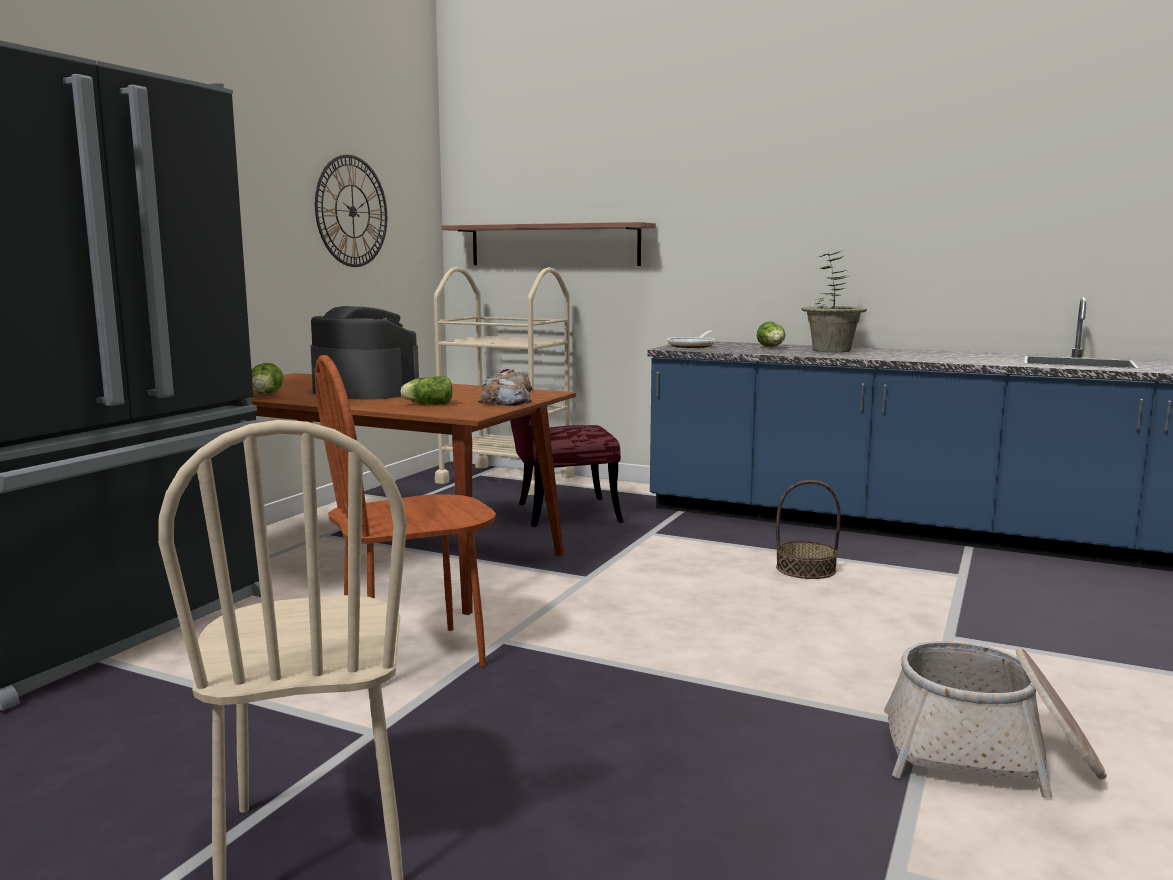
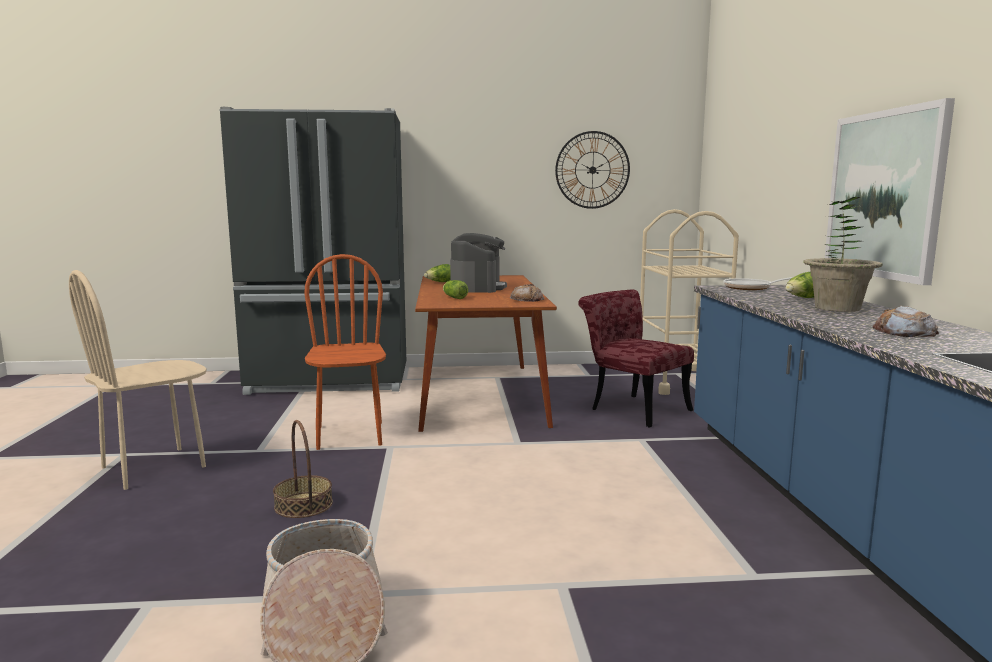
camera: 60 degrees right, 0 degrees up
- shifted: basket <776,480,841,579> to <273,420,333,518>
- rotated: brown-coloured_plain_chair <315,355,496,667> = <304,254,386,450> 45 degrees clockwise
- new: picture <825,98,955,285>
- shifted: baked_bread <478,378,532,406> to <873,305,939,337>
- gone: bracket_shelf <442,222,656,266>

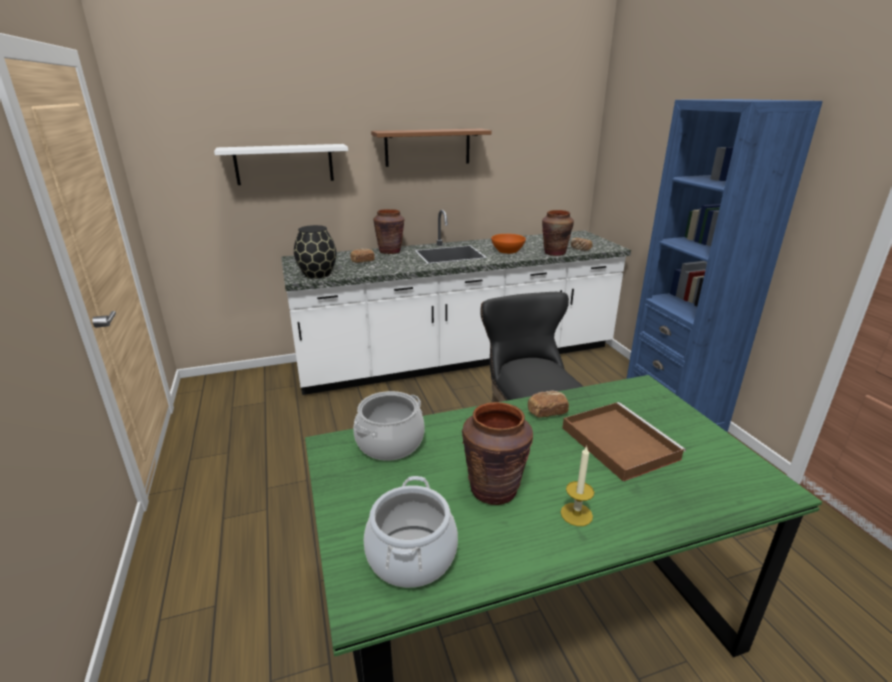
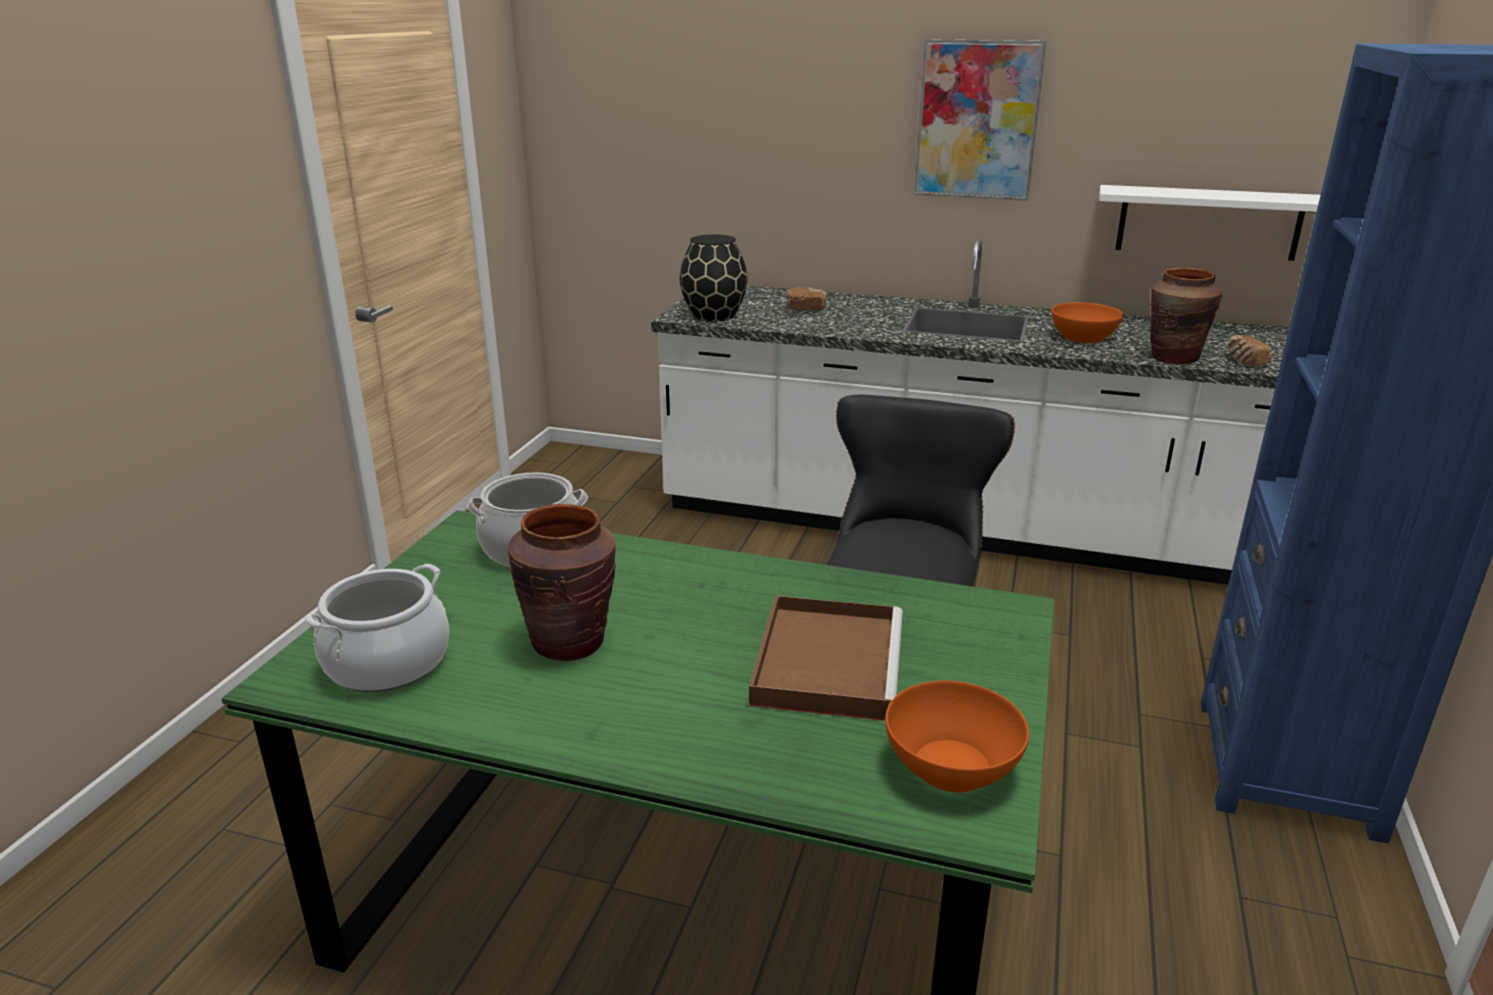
camera: 35 degrees right, 0 degrees up
- new: orange_deep_dish <885,681,1029,793>
- swapped: brown-coloured_bracket_shelf <371,129,492,167> to picture <914,39,1046,201>
- shifted: white-coloured_bracket_shelf <214,144,348,185> to <1099,185,1320,261>
- gone: brown-coloured_flower_vase <373,209,404,254>
- gone: baked_bread <528,391,569,418>
- gone: candle <561,446,594,526>

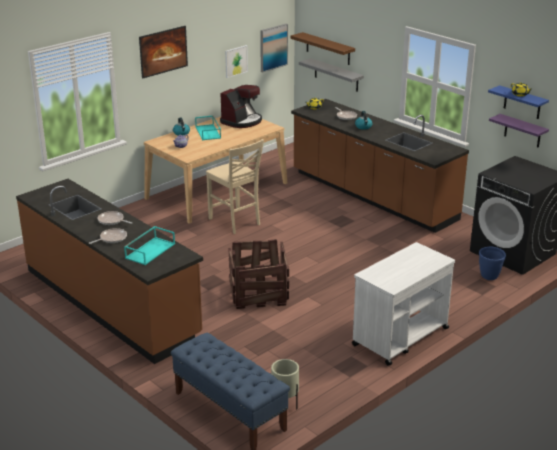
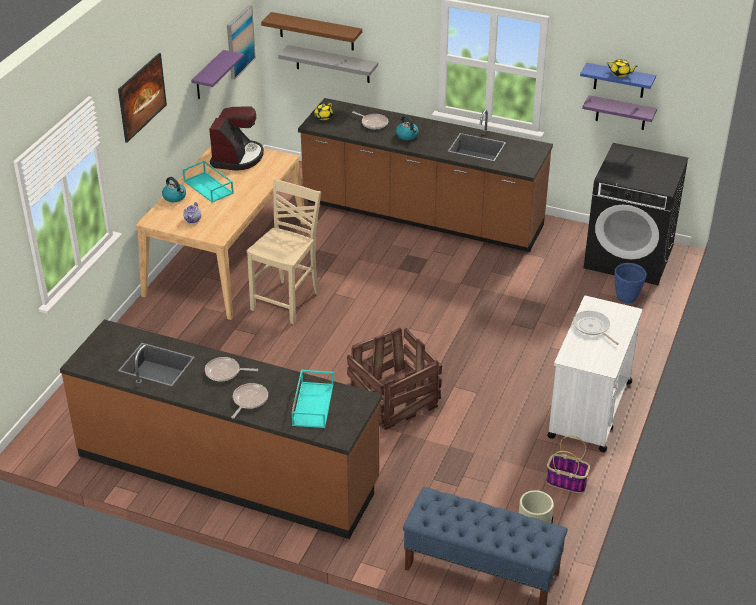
camera: 25 degrees left, 10 degrees up
- swapped: picture <225,45,248,78> to purple_bracket_shelf <191,50,244,99>
- rotated: beige_plain_chair <206,139,264,234> = <247,178,321,324> 90 degrees counterclockwise
- new: basket <546,435,590,493>
- new: skillet <573,311,619,345>

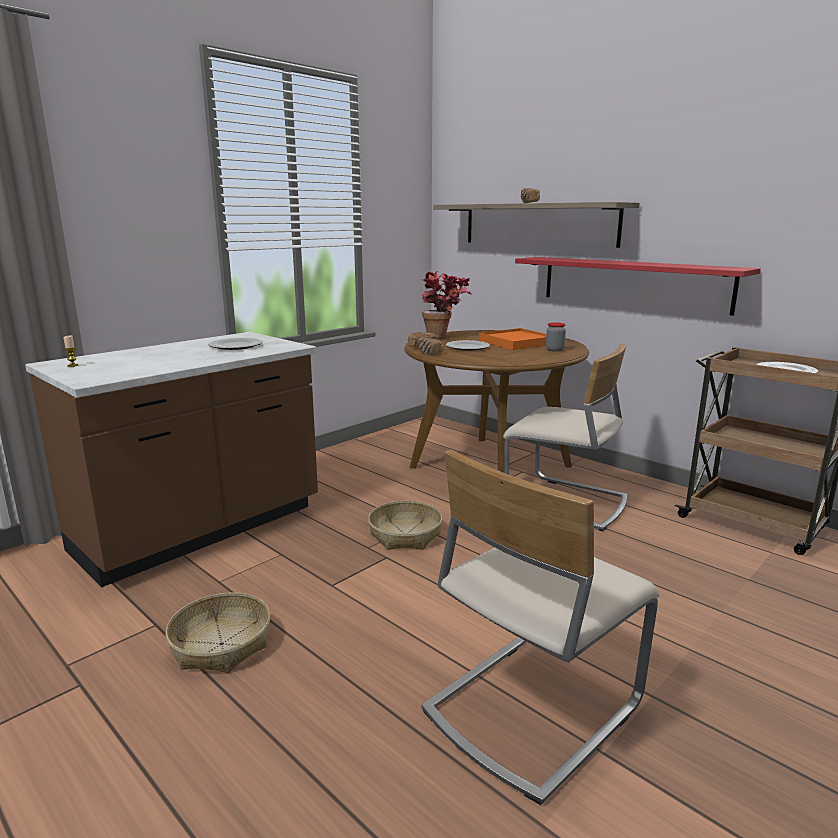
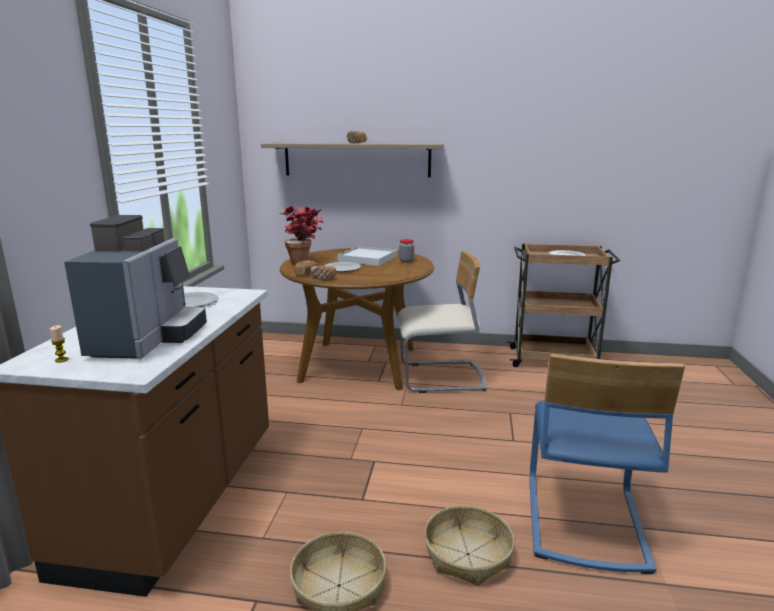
camera: 35 degrees left, 0 degrees up
- new: coffee_maker <64,215,207,359>
- repainted: orange_carrying_tray <479,328,546,350> to white-coloured_carrying_tray <337,246,397,266>
- shifted: basket <368,501,443,550> to <424,506,515,586>
- repainted: beige_plain_chair <421,450,659,805> to blue-coloured_plain_chair <529,353,685,574>
- gone: red_bracket_shelf <515,257,761,316>

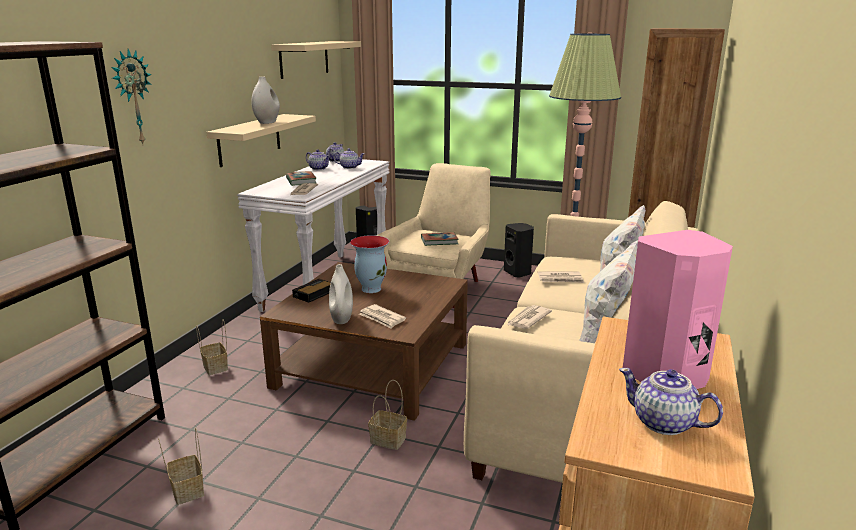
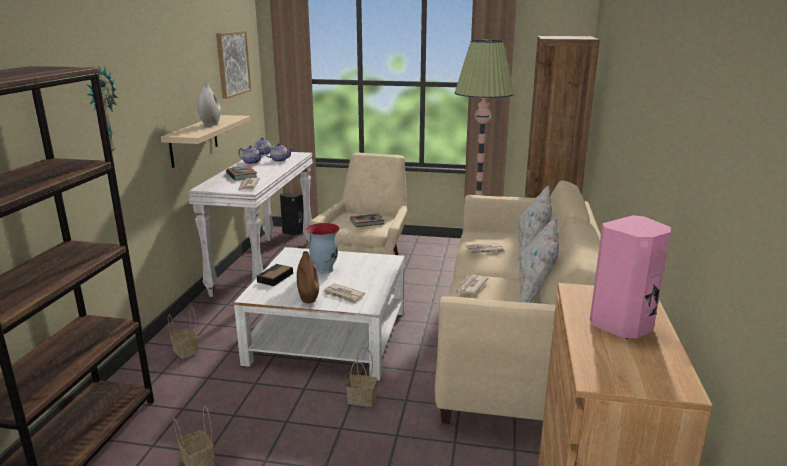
camera: 10 degrees left, 0 degrees up
- swapped: beige_bracket_shelf <271,41,361,79> to picture <216,31,251,99>
- repainted: brown-coloured_low_table <260,262,468,421> to white-coloured_low_table <234,247,404,381>
- repainted: white-coloured_flower_vase <329,264,353,324> to brown-coloured_flower_vase <297,251,319,303>
- gone: black_audio_speaker <504,223,534,278>
- gone: pot_for_tea <619,368,723,435>

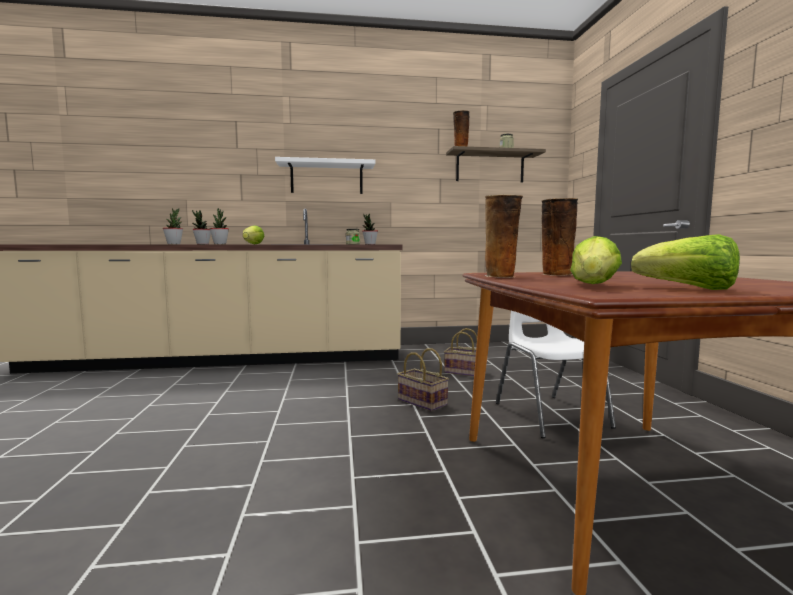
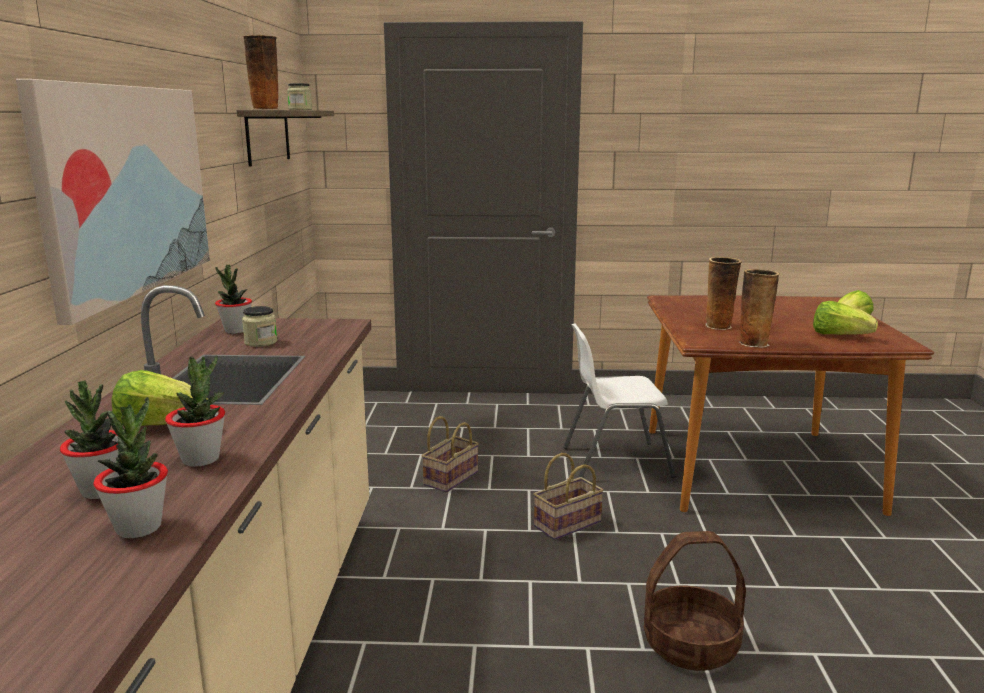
camera: 80 degrees left, 10 degrees up
- swapped: white-coloured_bracket_shelf <275,157,375,194> to picture <16,79,210,325>
- new: basket <644,531,746,671>

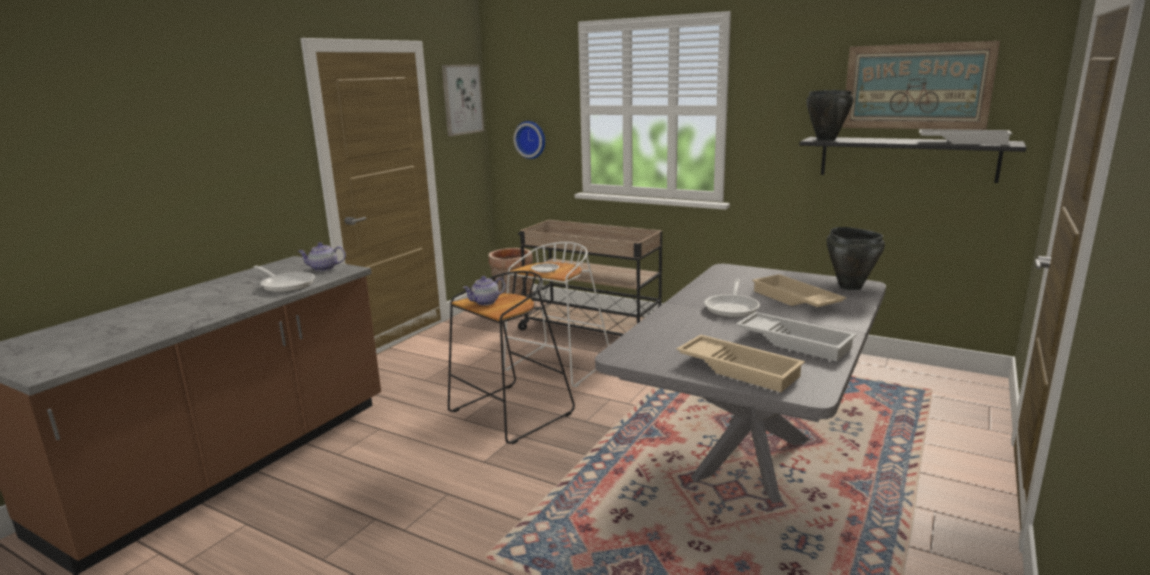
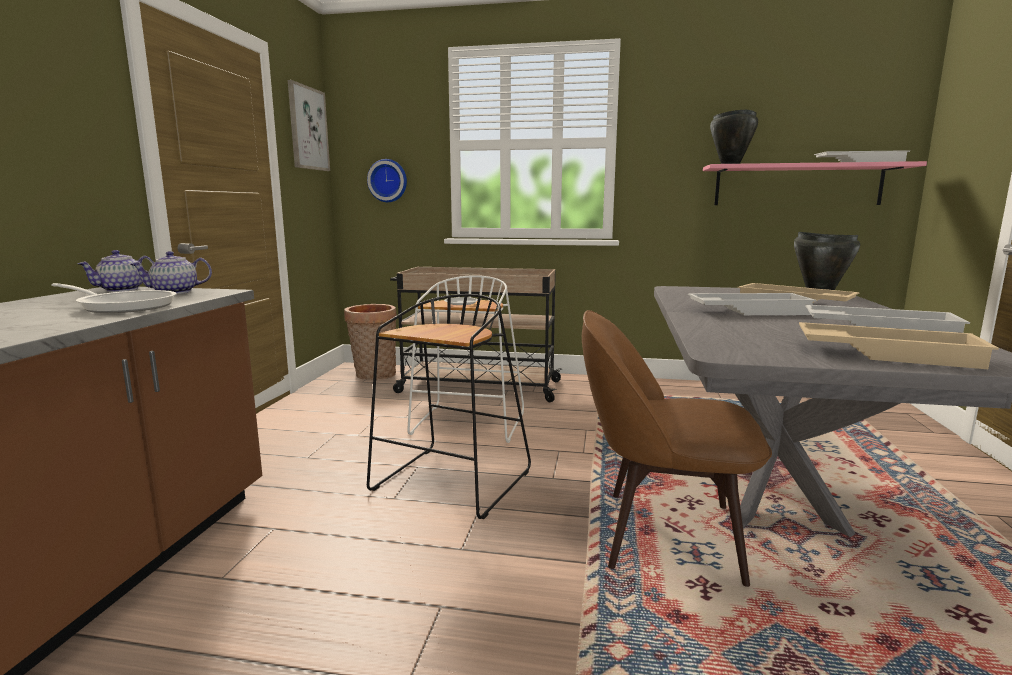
camera: 20 degrees left, 5 degrees down
- shifted: pot_for_tea <463,276,506,305> to <77,250,154,292>
- new: brown-coloured_plain_chair <582,310,772,587>
- swapped: skillet <704,279,760,317> to white-coloured_carrying_tray <688,293,817,315>
- repainted: black_bracket_shelf <799,137,1027,183> to pink_bracket_shelf <703,161,927,205>
- gone: picture <842,41,1000,130>

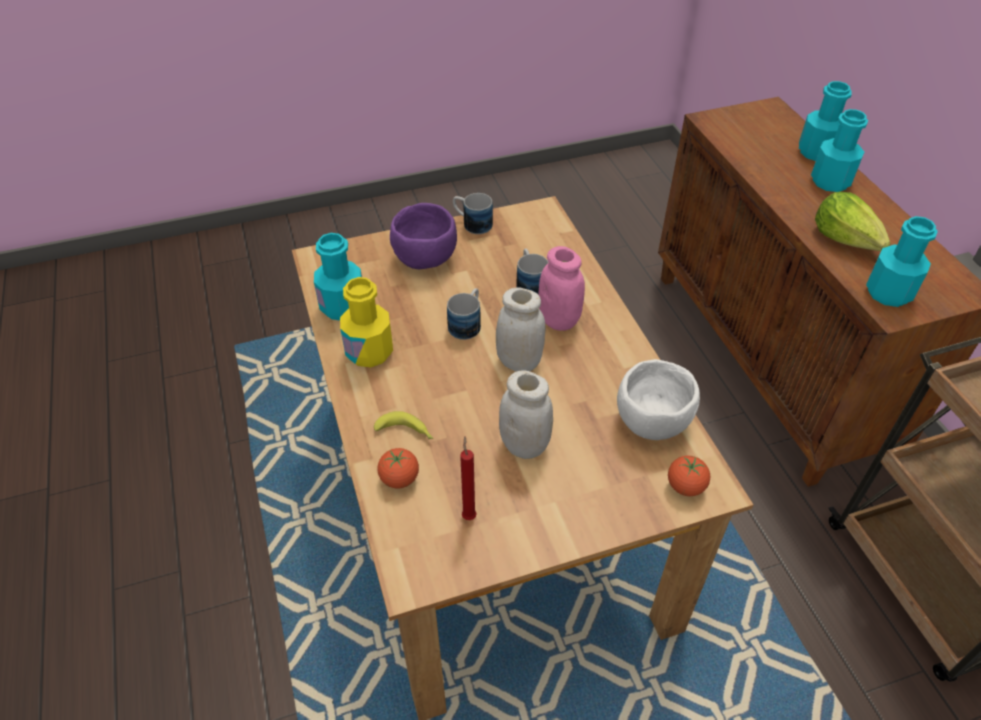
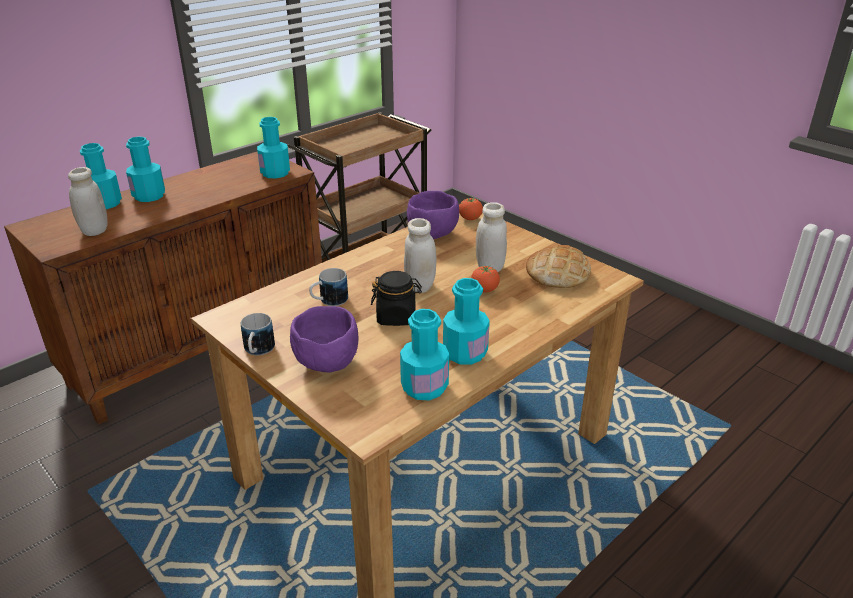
camera: 115 degrees left, 15 degrees down
- new: white-coloured_storage_jar <68,167,108,236>
- swapped: coffee_mug <447,288,481,340> to black_storage_jar <371,271,422,326>
- repainted: white-coloured_deep_dish <617,359,700,440> to purple_deep_dish <407,191,459,239>
- repainted: yellow_drink_bottle <340,277,393,368> to blue-green_drink_bottle <443,278,490,365>
- shifted: whole_tomato <378,448,419,488> to <471,266,500,292>
- swapped: red_candle <460,436,477,520> to baked_bread <526,245,591,288>
- gone: banana <374,411,433,439>
- gone: pink_storage_jar <538,246,585,331>
- gone: lettuce <815,192,891,251>

